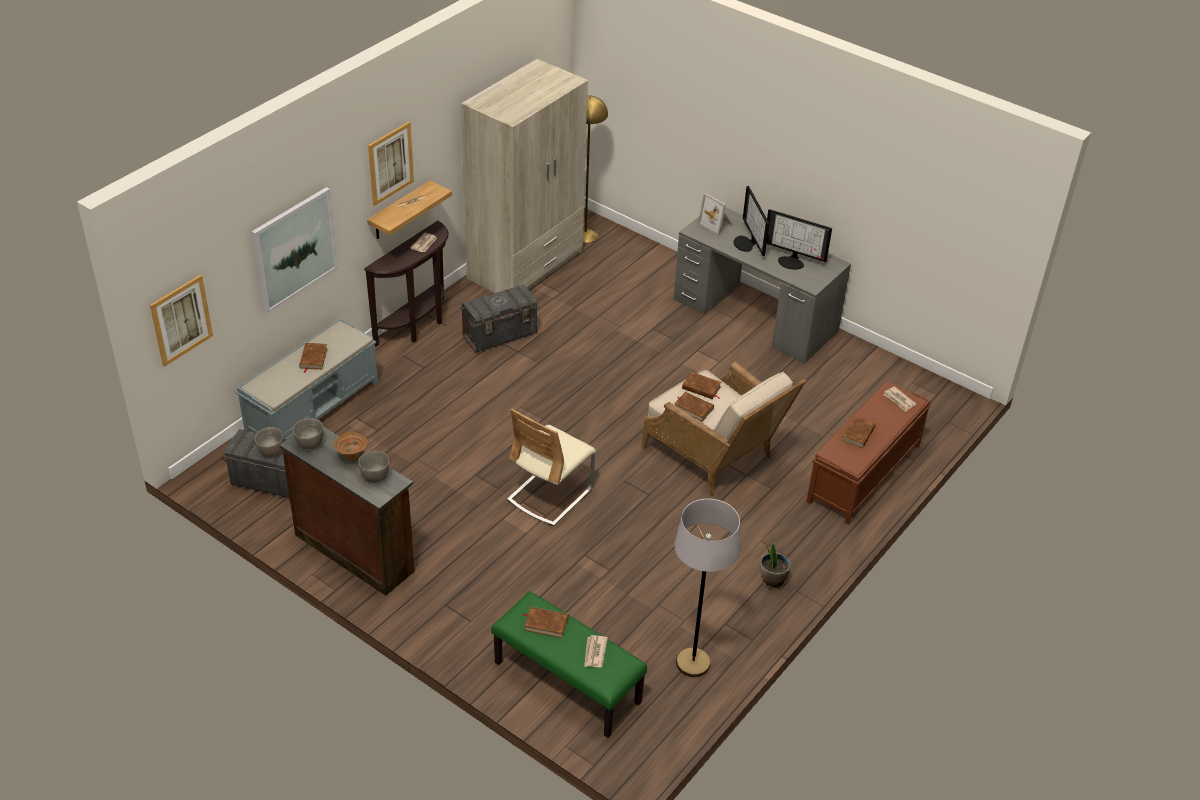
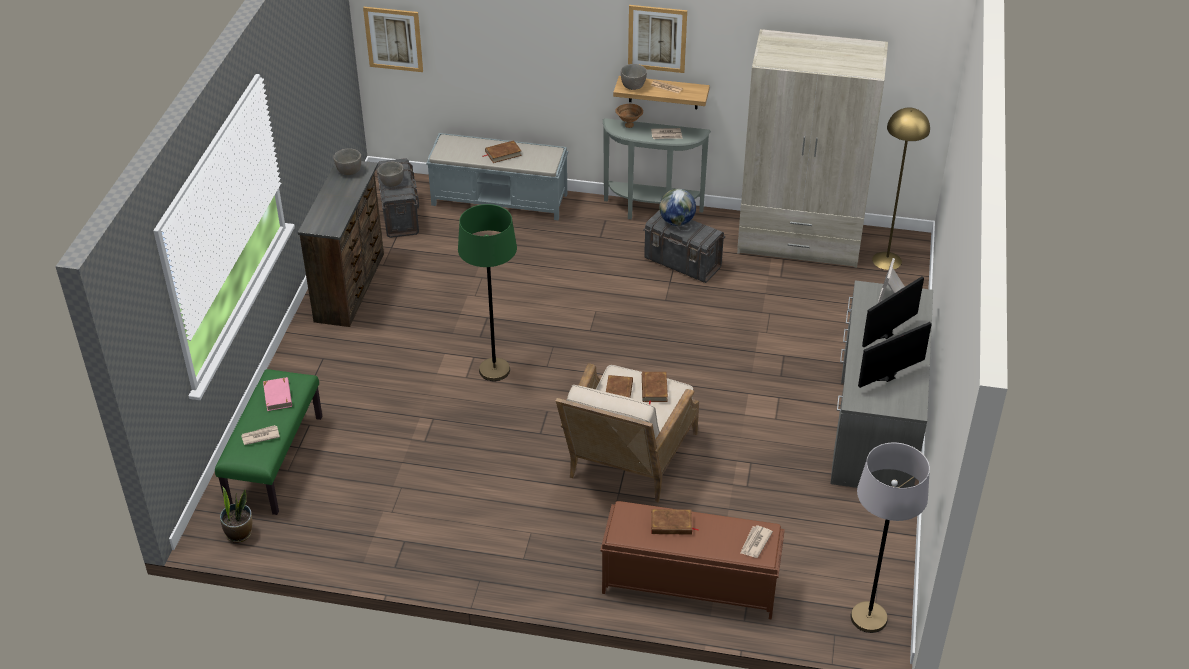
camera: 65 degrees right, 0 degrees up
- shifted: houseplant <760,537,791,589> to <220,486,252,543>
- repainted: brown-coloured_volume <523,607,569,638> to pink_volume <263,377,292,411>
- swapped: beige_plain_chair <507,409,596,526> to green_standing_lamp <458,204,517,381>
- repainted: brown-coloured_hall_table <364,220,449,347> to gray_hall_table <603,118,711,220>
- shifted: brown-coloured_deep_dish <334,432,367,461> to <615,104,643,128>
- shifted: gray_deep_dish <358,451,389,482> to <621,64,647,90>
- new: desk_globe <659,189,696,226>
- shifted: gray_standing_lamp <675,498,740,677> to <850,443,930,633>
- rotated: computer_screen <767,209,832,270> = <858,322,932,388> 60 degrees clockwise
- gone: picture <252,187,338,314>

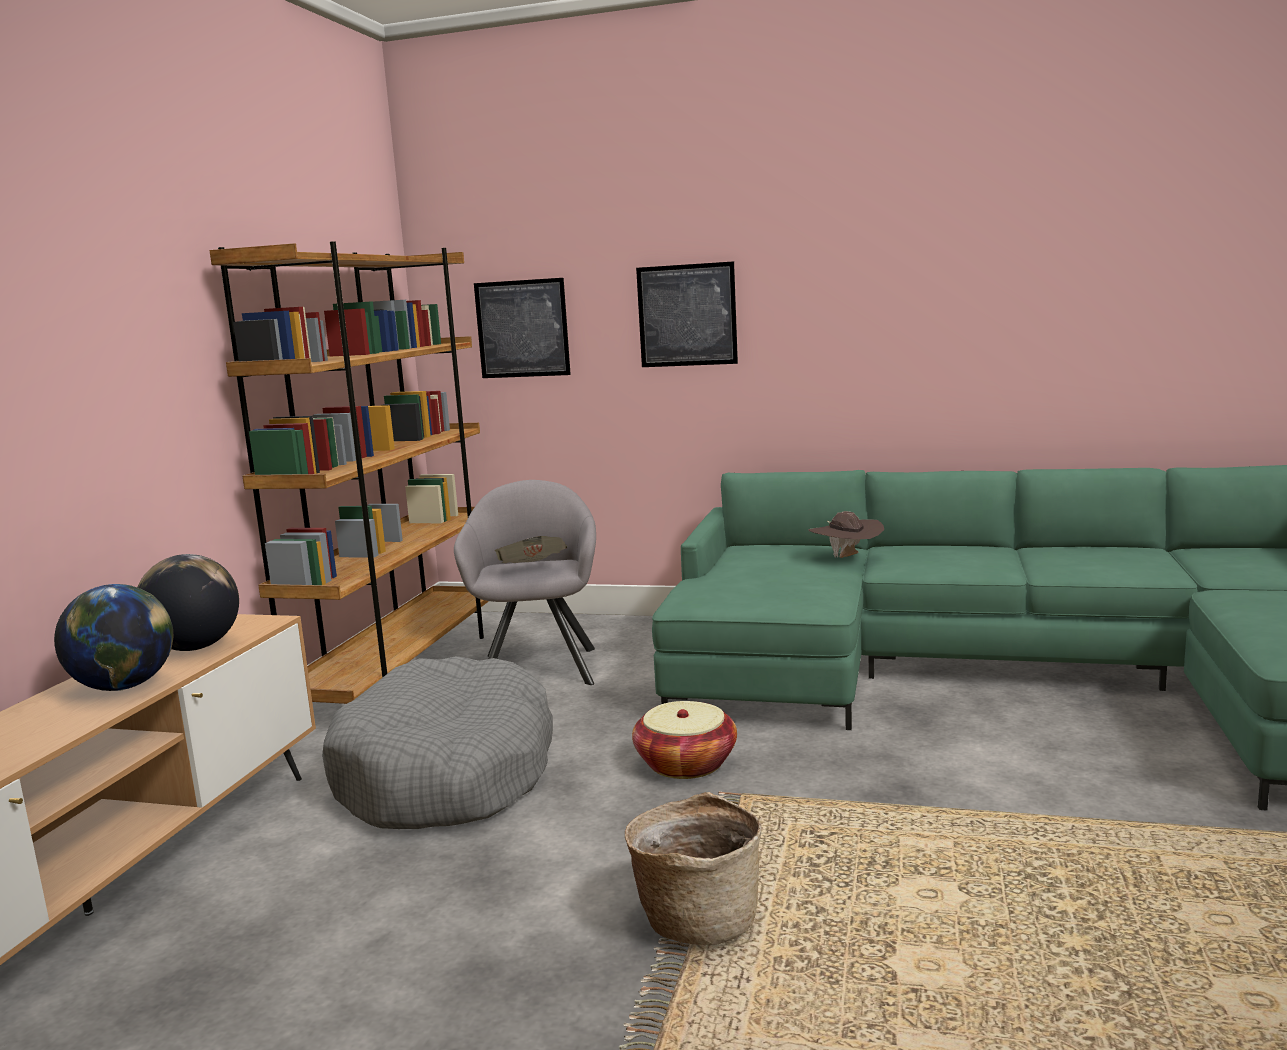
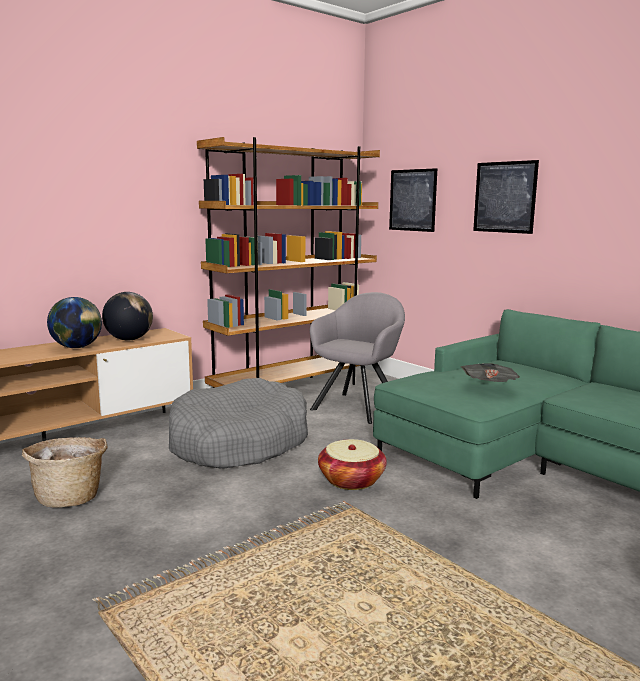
camera: 35 degrees right, 0 degrees up
- shifted: basket <625,792,762,945> to <22,437,108,508>
- shifted: printed_paper <495,536,567,563> to <461,363,520,382>
- gone: brown-coloured_hat <808,511,884,558>

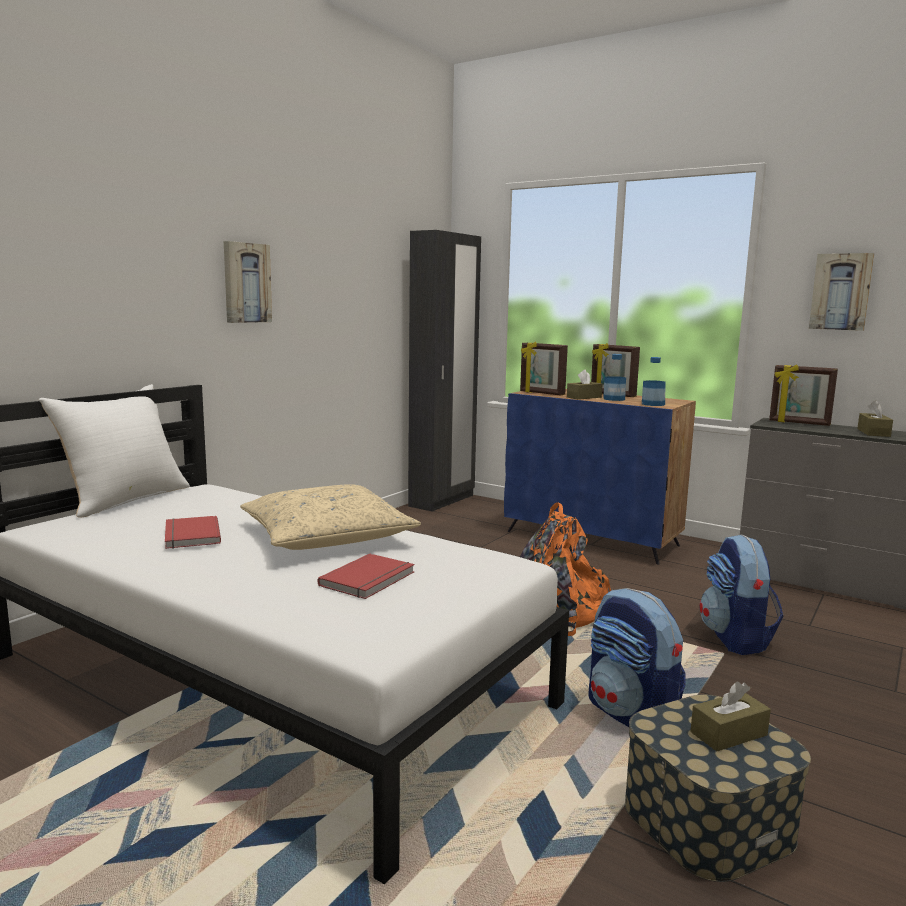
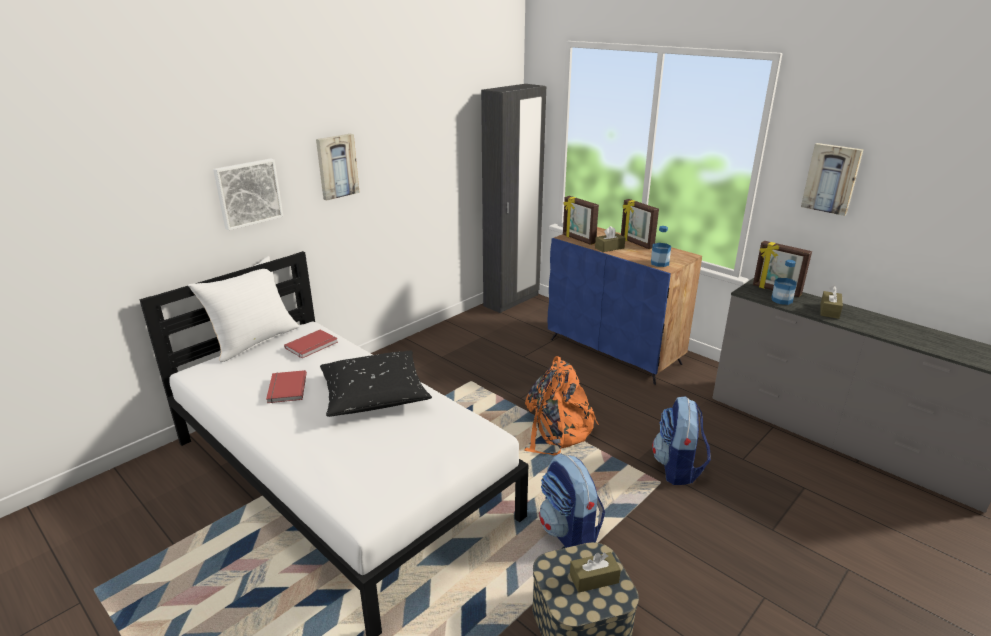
camera: 10 degrees right, 15 degrees up
- new: picture <213,158,283,231>
- shifted: red_volume <318,554,414,599> to <284,330,338,358>
- repainted: beige_throw_pillow <240,484,421,550> to black_throw_pillow <320,350,432,417>
- shifted: drink_bottle <603,354,626,401> to <771,260,797,305>

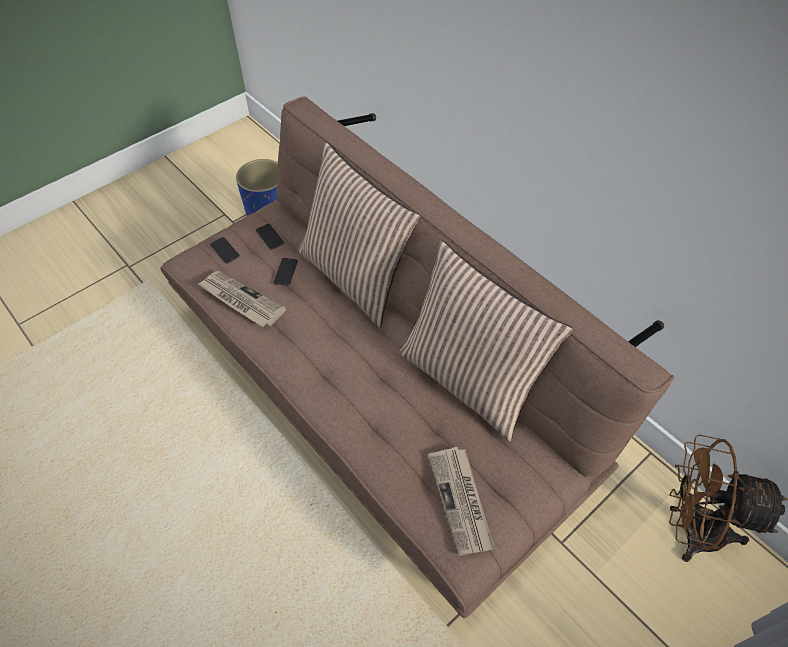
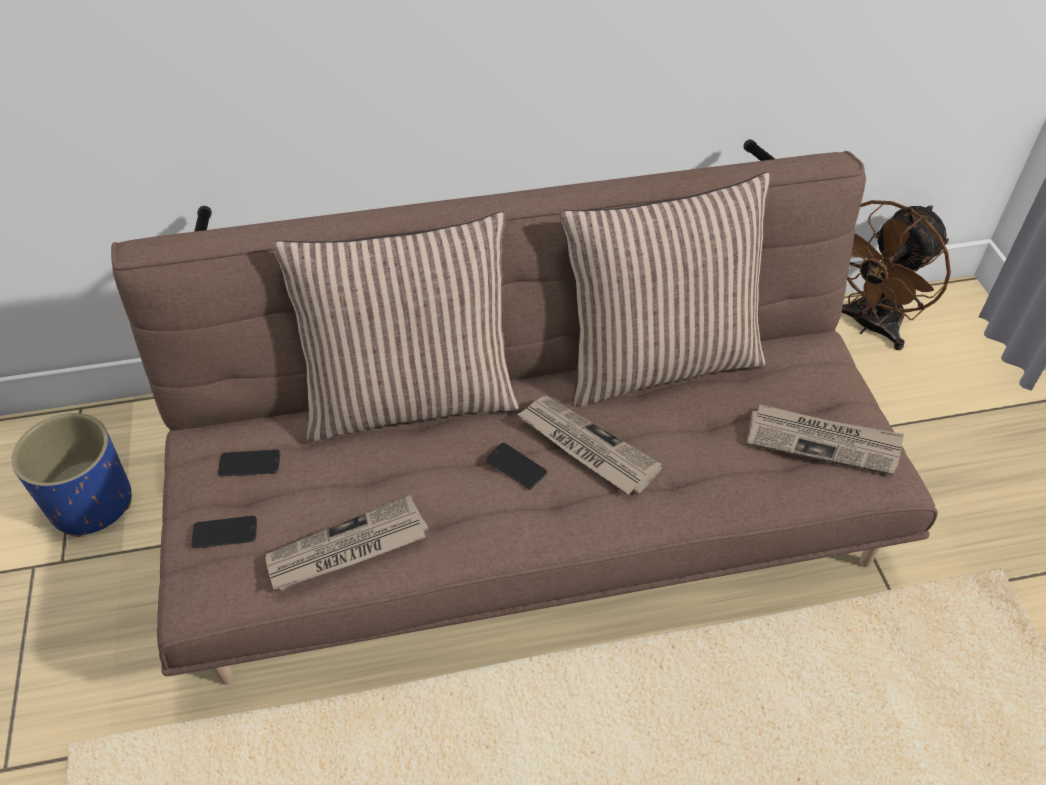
camera: 60 degrees left, 5 degrees down
- shifted: phone <274,258,298,286> to <486,443,547,489>
- new: printed_paper <517,396,663,494>

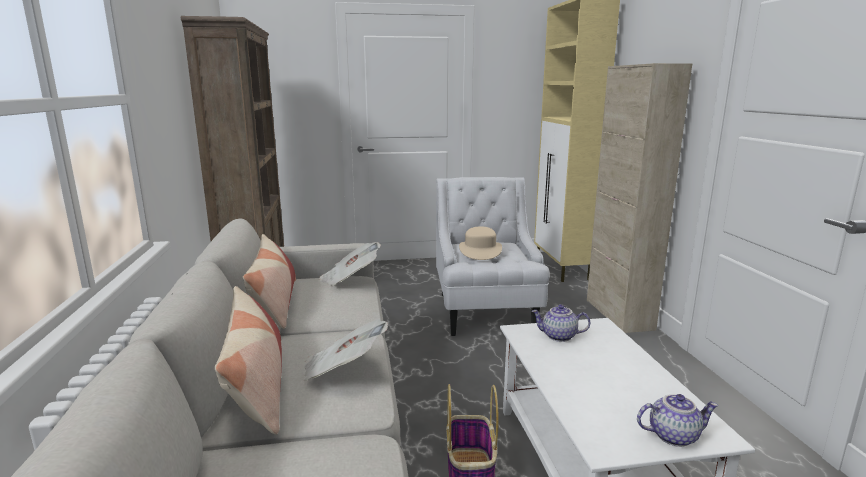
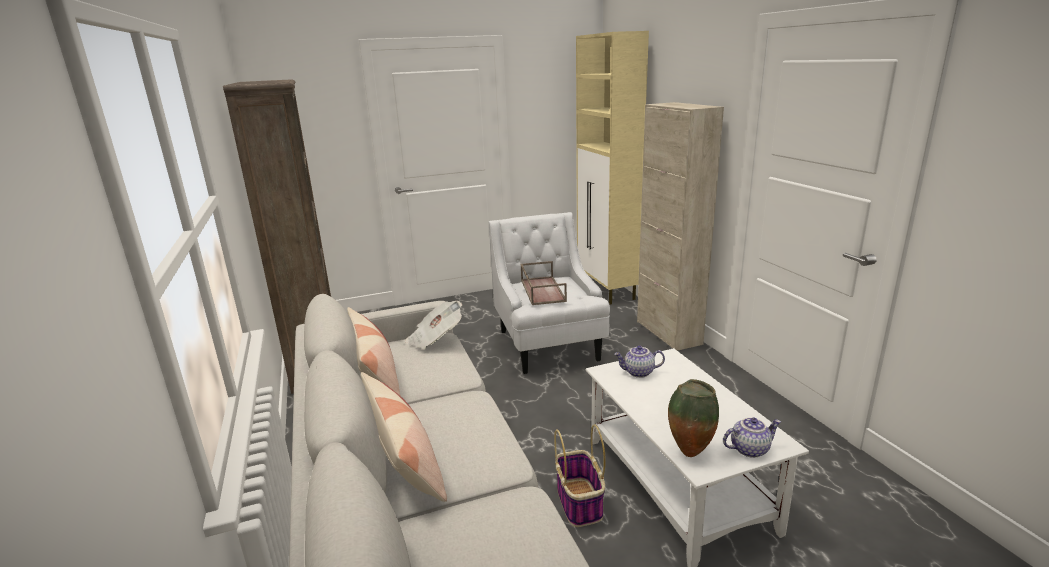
camera: 10 degrees left, 5 degrees up
- swapped: beige_hat <459,226,502,260> to brown-coloured_carrying_tray <521,261,567,305>
- new: flower_vase <668,379,719,457>
- gone: printed_paper <304,318,388,381>

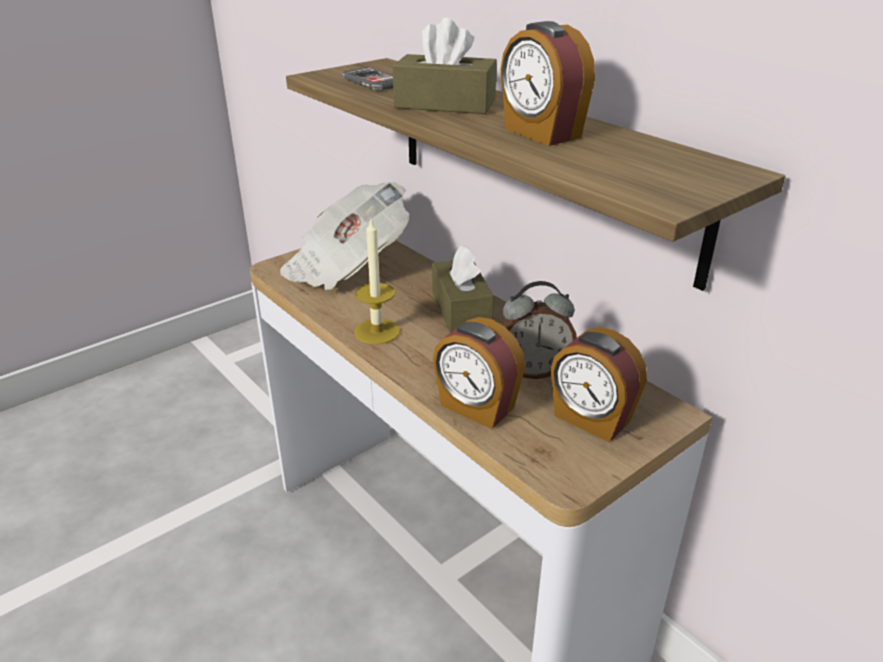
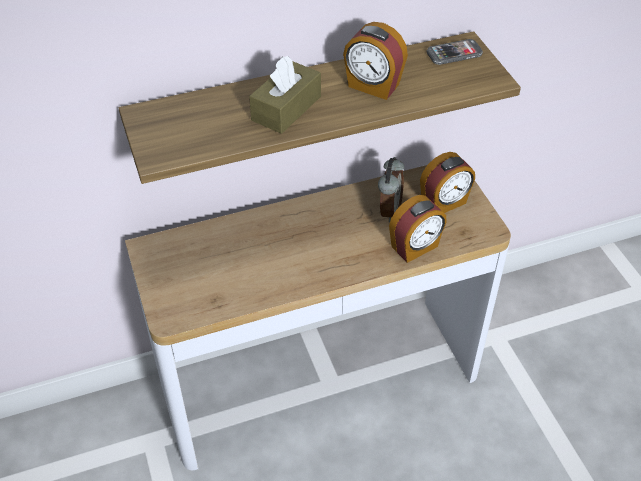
camera: 70 degrees left, 15 degrees up
- rotated: alarm_clock <500,21,595,146> = <343,22,408,100> 45 degrees clockwise
- shifted: phone <342,67,393,90> to <427,39,483,65>
- gone: printed_paper <280,182,409,290>
- gone: candle <354,217,400,344>
- gone: brown-coloured_tissue_holder <432,246,494,332>

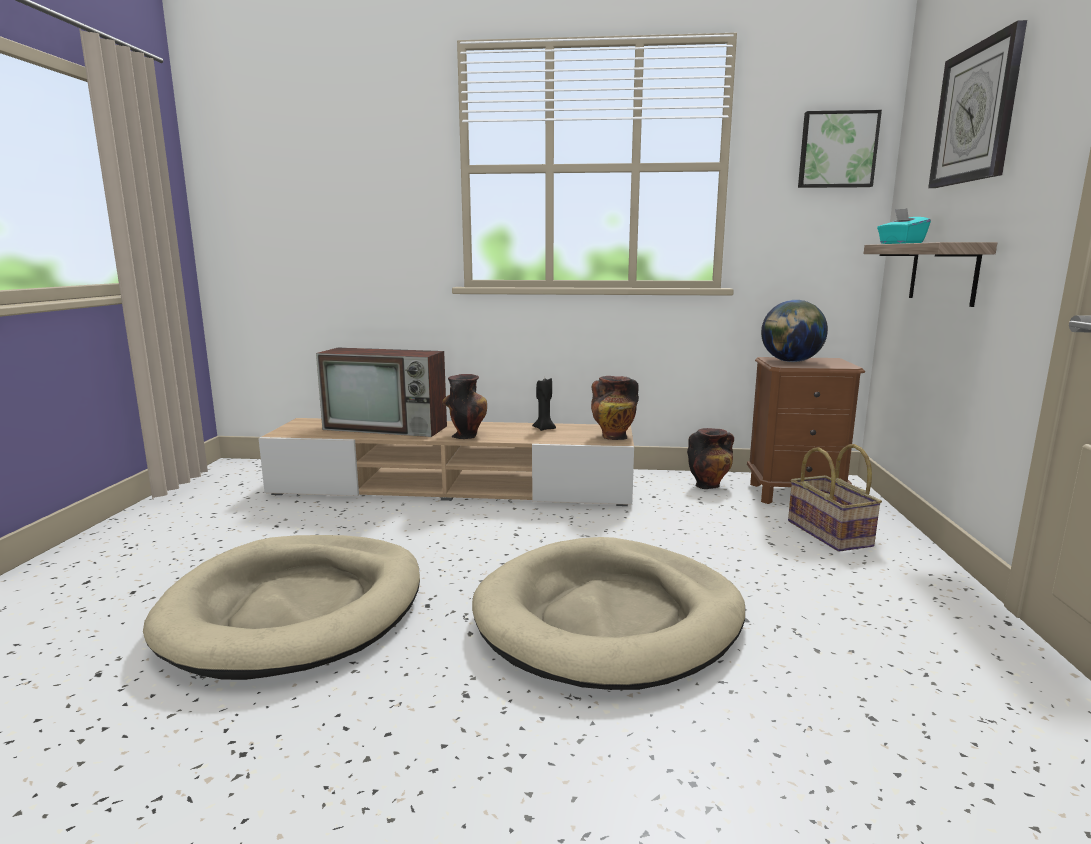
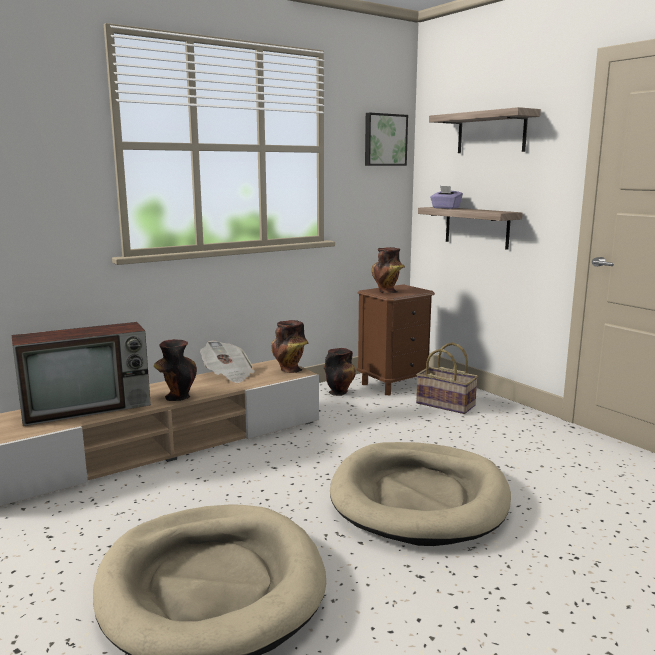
camera: 40 degrees left, 0 degrees up
- swapped: black_candle <532,378,556,431> to printed_paper <200,341,255,383>
- swapped: desk_globe <761,300,828,362> to flower_vase <372,247,405,293>
- swapped: clock_on_the_wall <928,20,1027,188> to bracket_shelf <429,107,541,153>
- repainted: blue-green_tissue_holder <877,208,931,244> to purple_tissue_holder <430,186,463,209>

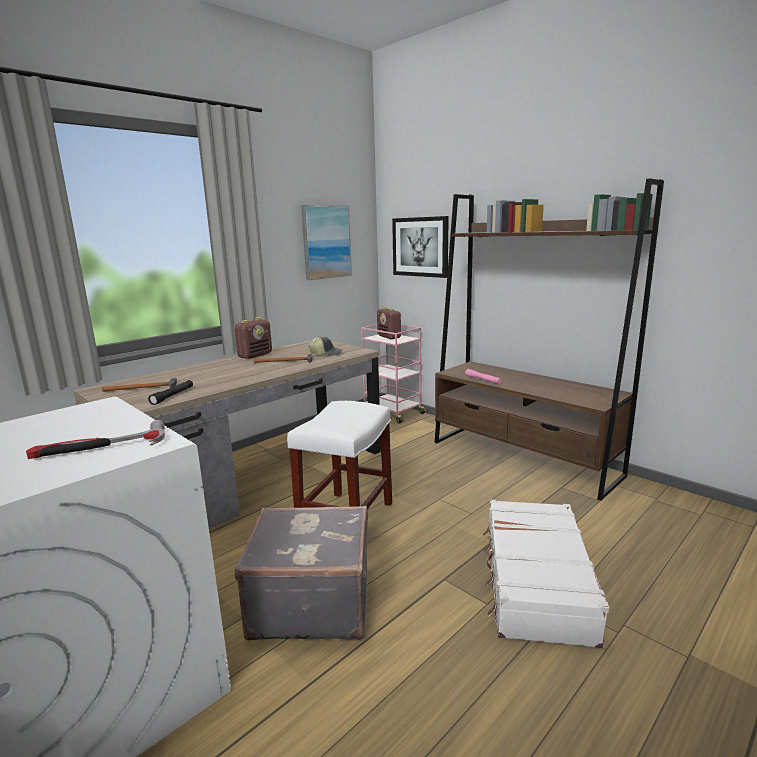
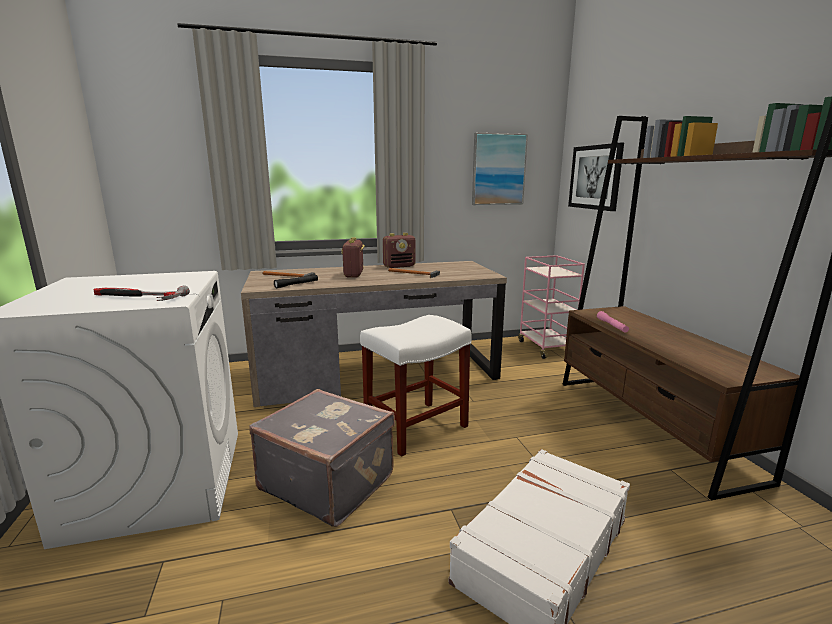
camera: 30 degrees right, 0 degrees up
- shifted: radio_set <377,307,402,339> to <342,237,365,278>
- gone: peaked_cap <308,336,343,356>

